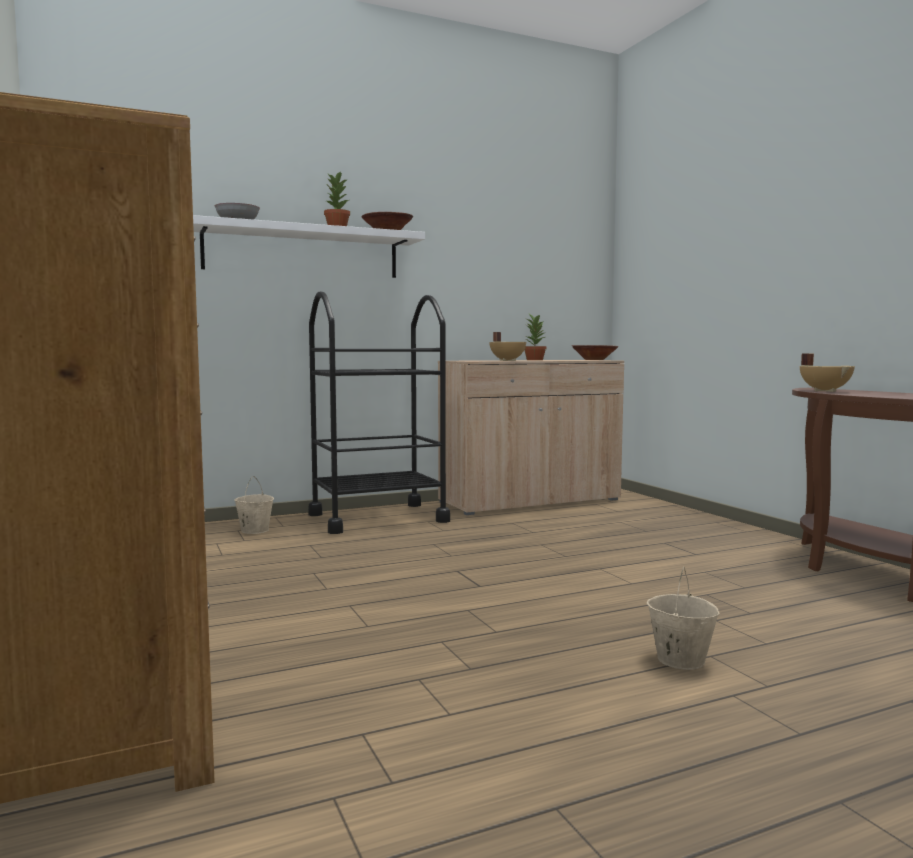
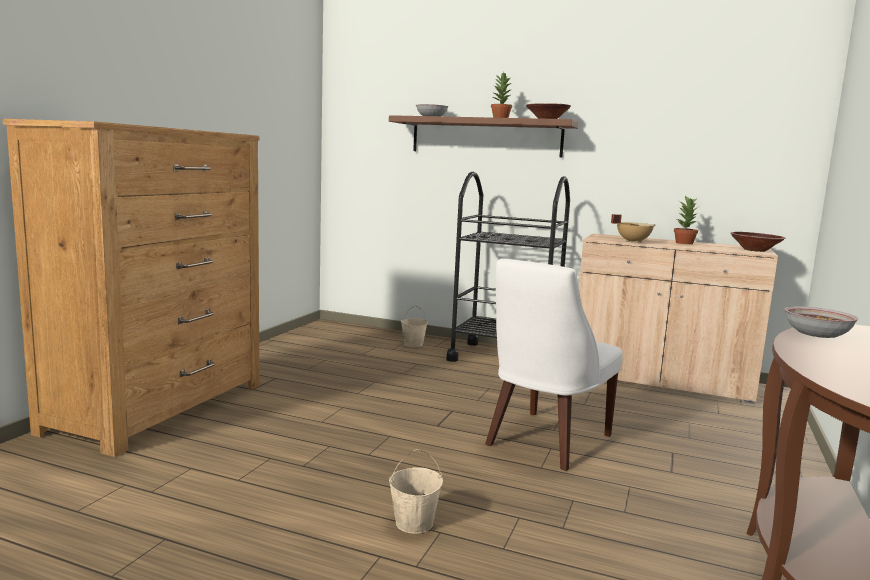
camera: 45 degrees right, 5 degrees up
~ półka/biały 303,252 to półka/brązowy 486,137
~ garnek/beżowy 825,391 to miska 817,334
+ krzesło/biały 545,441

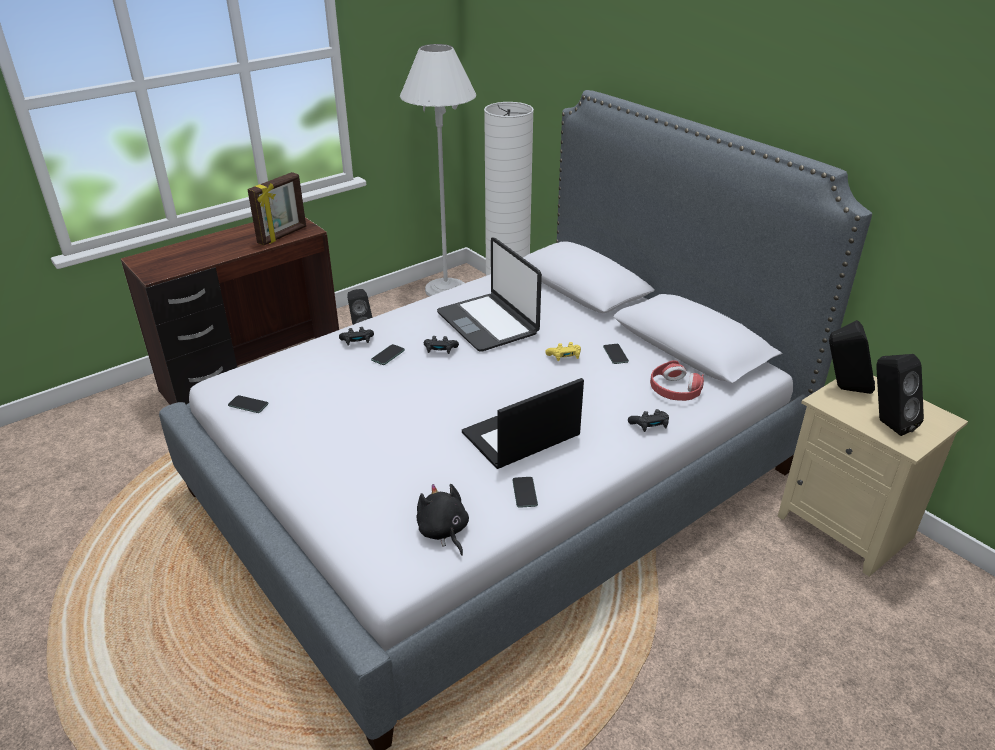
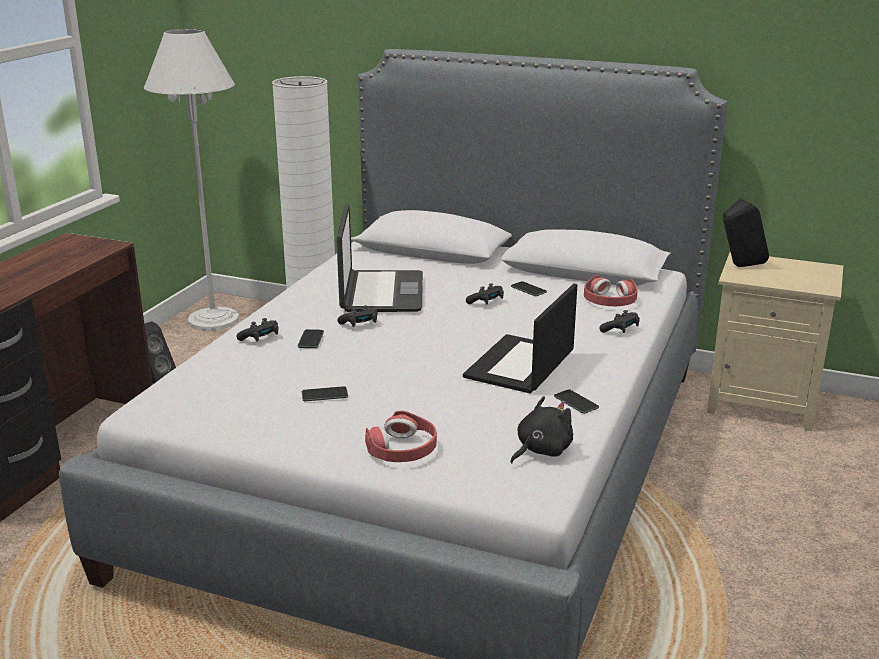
camera: 30 degrees left, 10 degrees down
- ramka na zdjęcie 283,235
~ laptop 488,323 = 381,293 120 degrees counterclockwise
~ pad do gier/żółty 564,357 to pad do gier/czarny 486,302
- głośnik/czarny 886,423
~ telefon 248,405 to 324,395
~ pluszak/czarny 443,532 = 541,450 105 degrees clockwise
+ słuchawki/czerwony 402,449

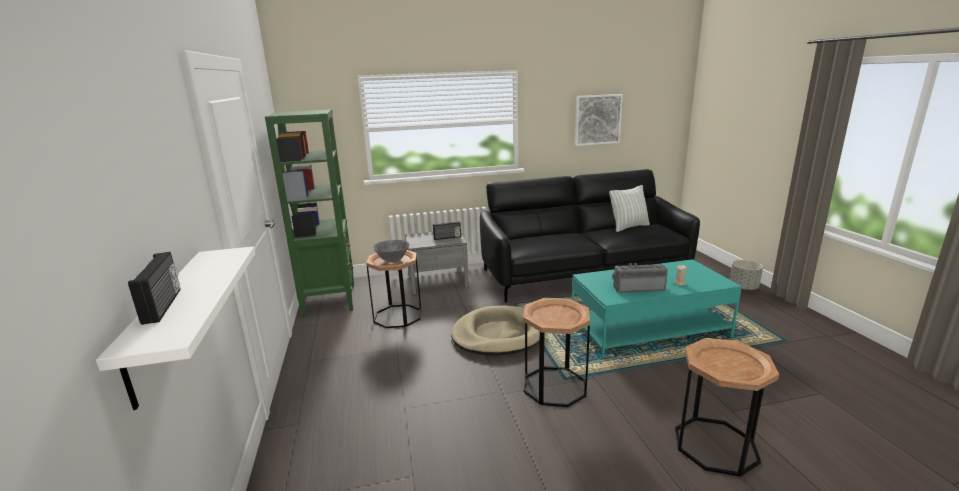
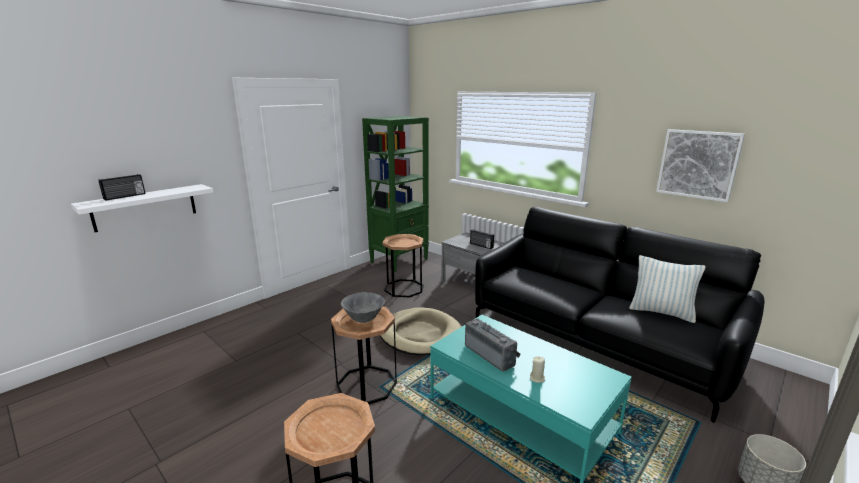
camera: 55 degrees right, 0 degrees up
~ miska/szary 393,261 to 364,319

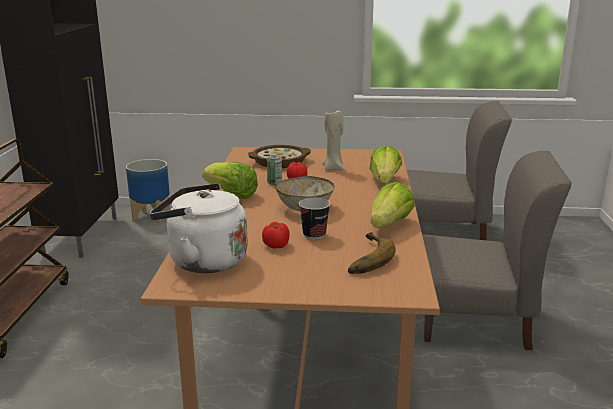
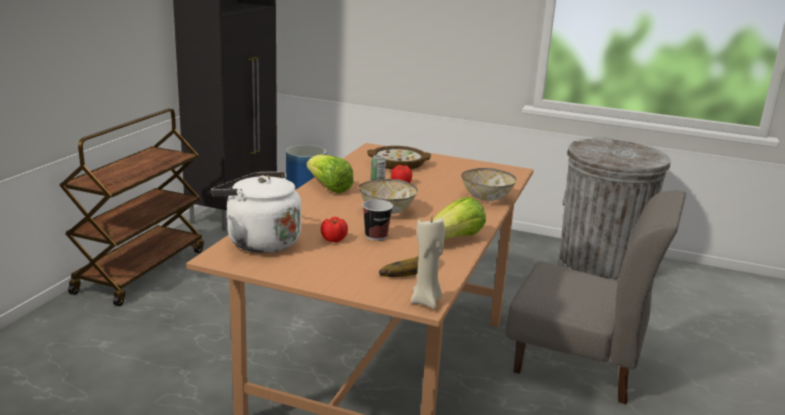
camera: 15 degrees right, 0 degrees up
~ krzesło/szary 443,233 to kosz na śmieci/szary 598,269
~ świeca/beżowy 333,168 to 426,301
~ sałata 384,181 to miska 487,197

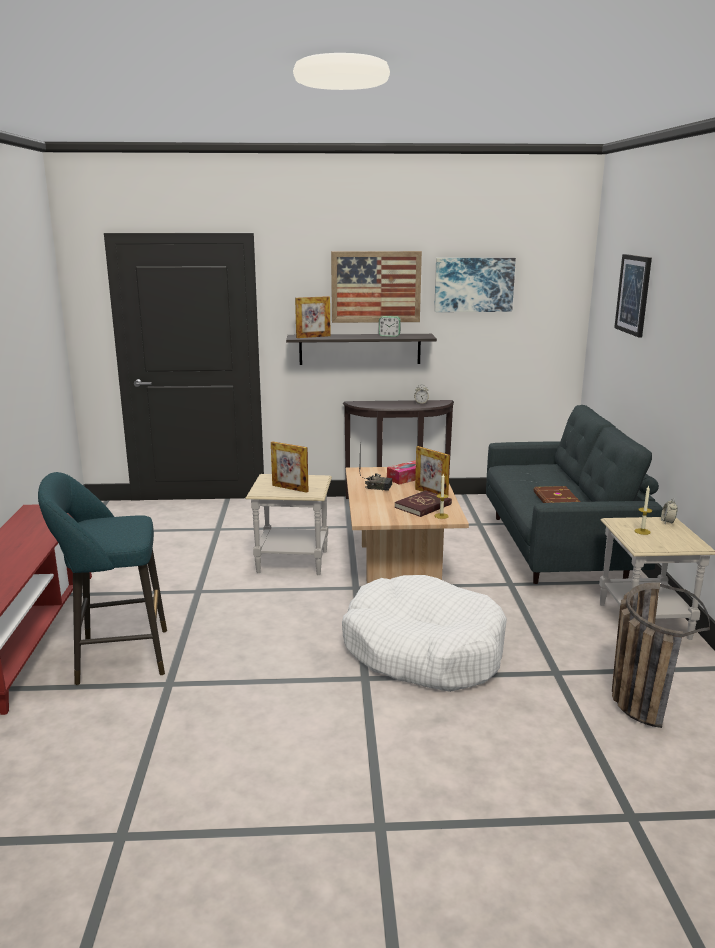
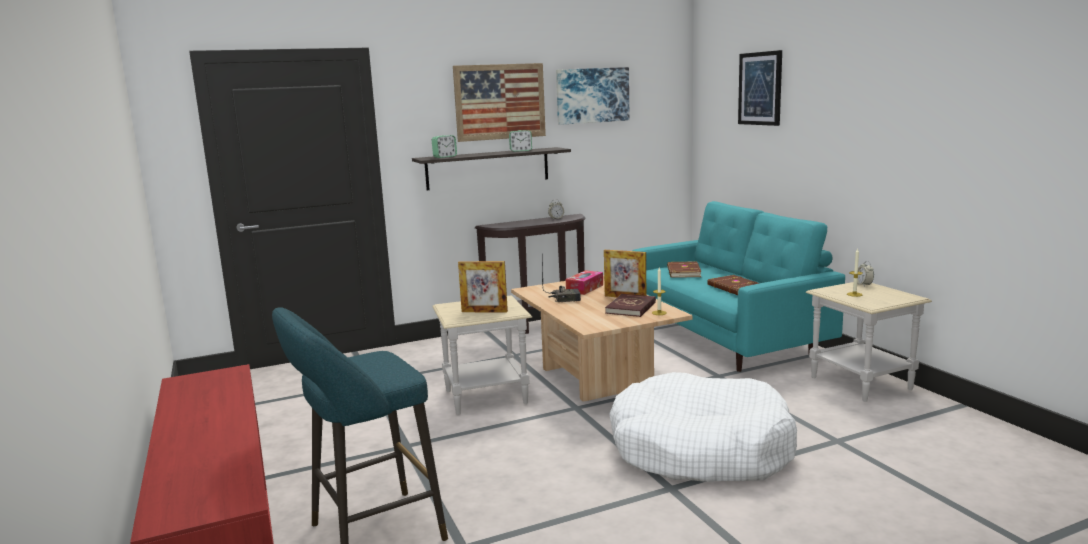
camera: 20 degrees left, 5 degrees down
~ ramka na zdjęcie 313,337 to budzik 445,157
~ kanapa/szary 558,547 to kanapa/turkusowy 727,338
- koszyk 638,695
+ książka/brązowy 683,272

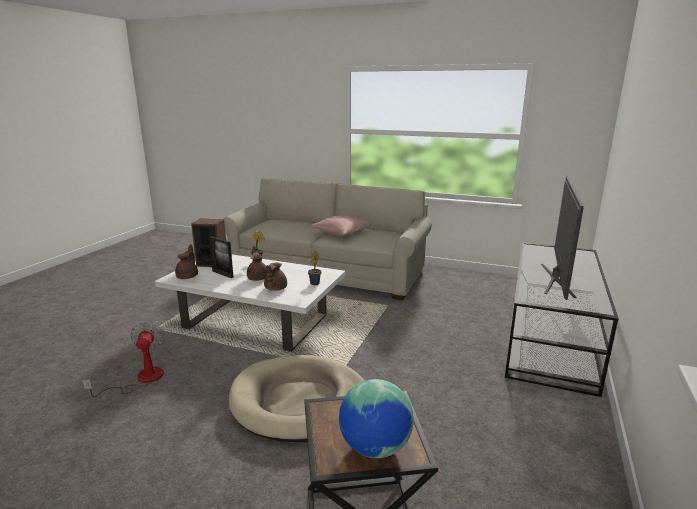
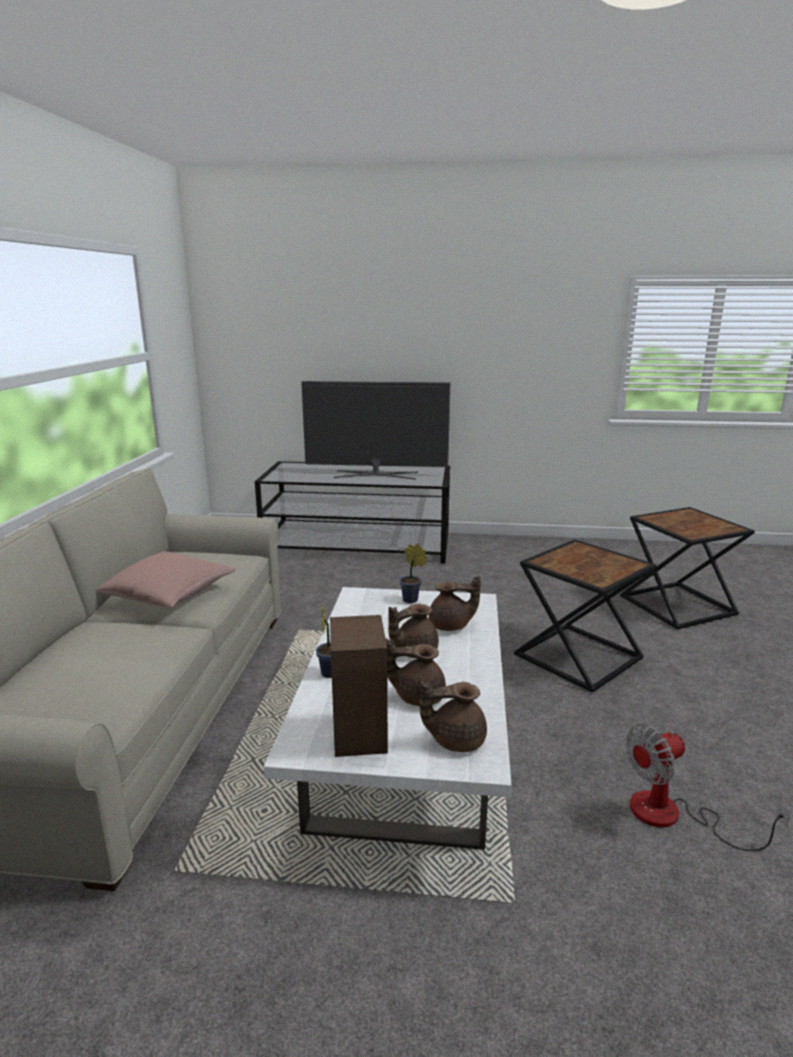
camera: 105 degrees left, 0 degrees up
~ ramka na zdjęcie 222,274 to imbryk/brązowy 417,696
~ legowisko/beżowy 300,402 to stolik/czarny 577,656
- globus 375,448

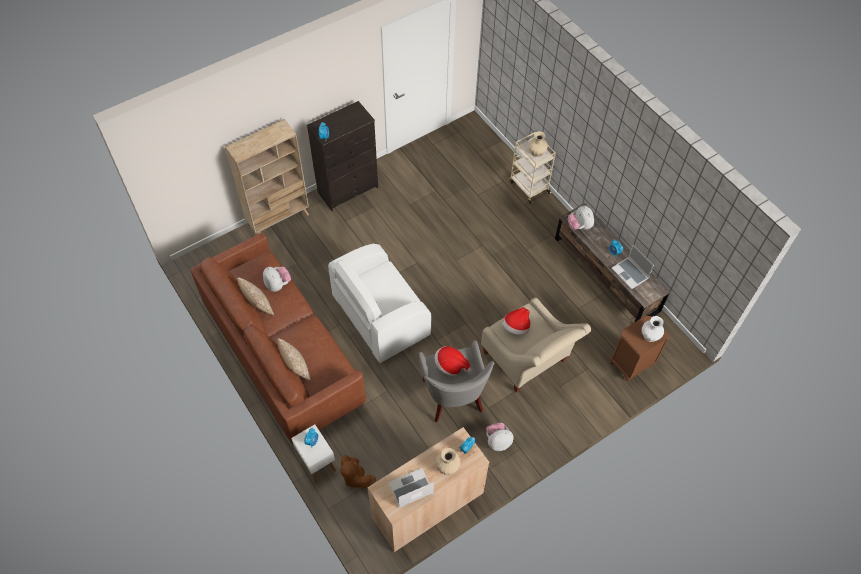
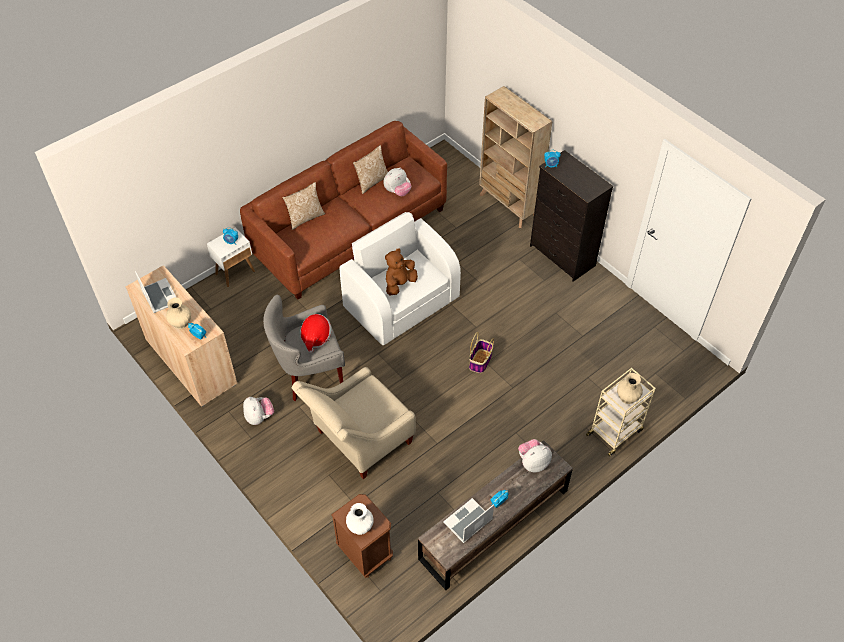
camera: 85 degrees right, 5 degrees down
- kapelusz 516,327
~ pluszak/brązowy 356,477 to 399,284
+ koszyk 480,362

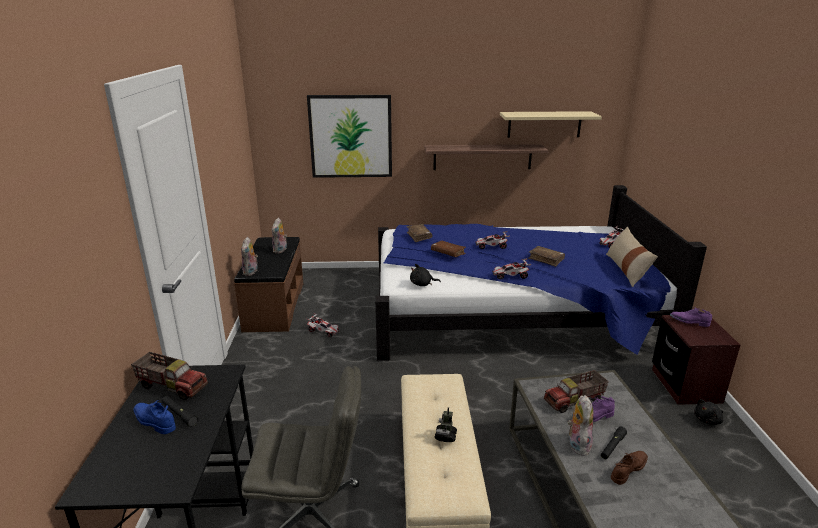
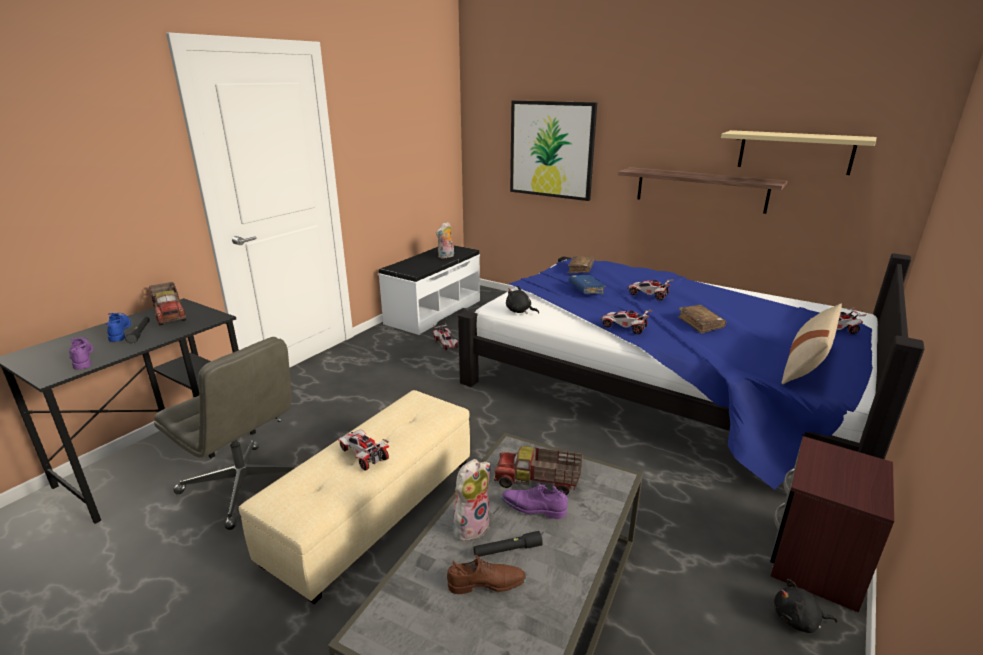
camera: 35 degrees right, 0 degrees up
~ ławka/brązowy 274,306 to ławka/biały 433,312
- pluszak 251,272
~ książka/brązowy 448,253 to książka/niebieski 586,289
~ but/fioletowy 689,322 to 83,358
~ robot zabawkowy 445,436 to samochodzik 363,455

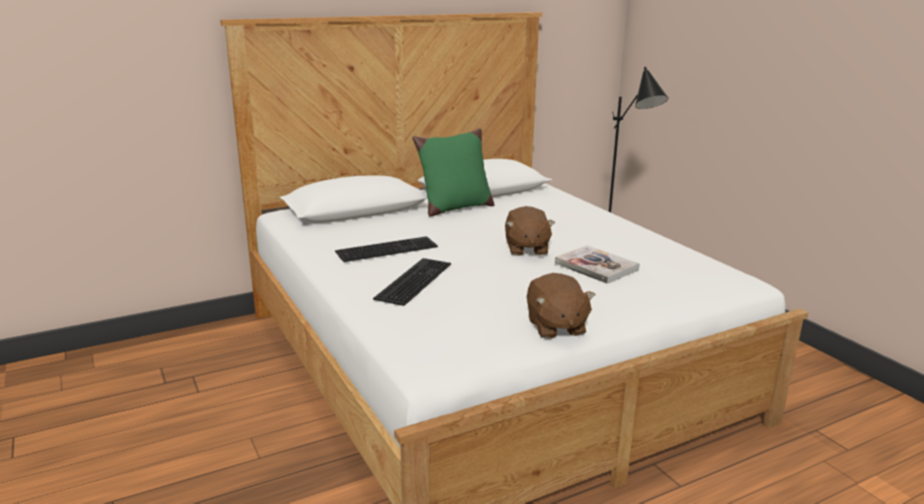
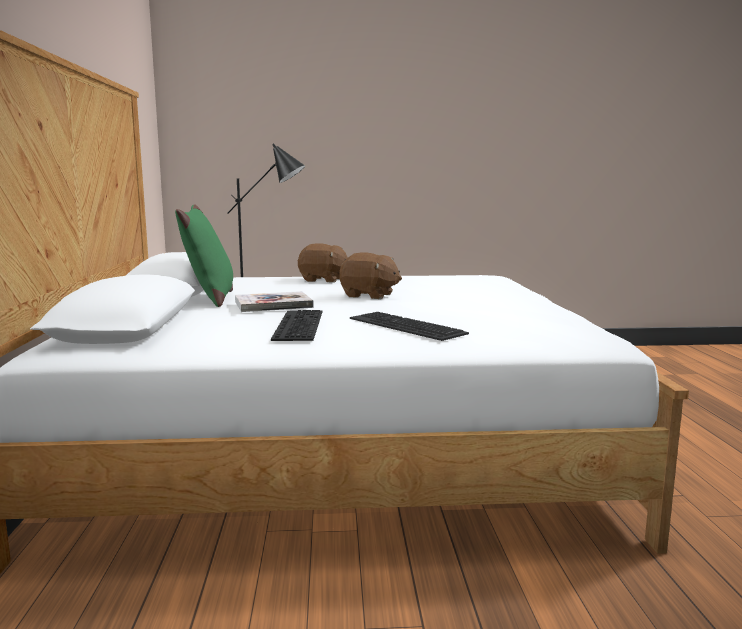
camera: 65 degrees left, 10 degrees down
~ książka 596,266 to 273,304
~ pluszak/brązowy 555,327 to 323,280

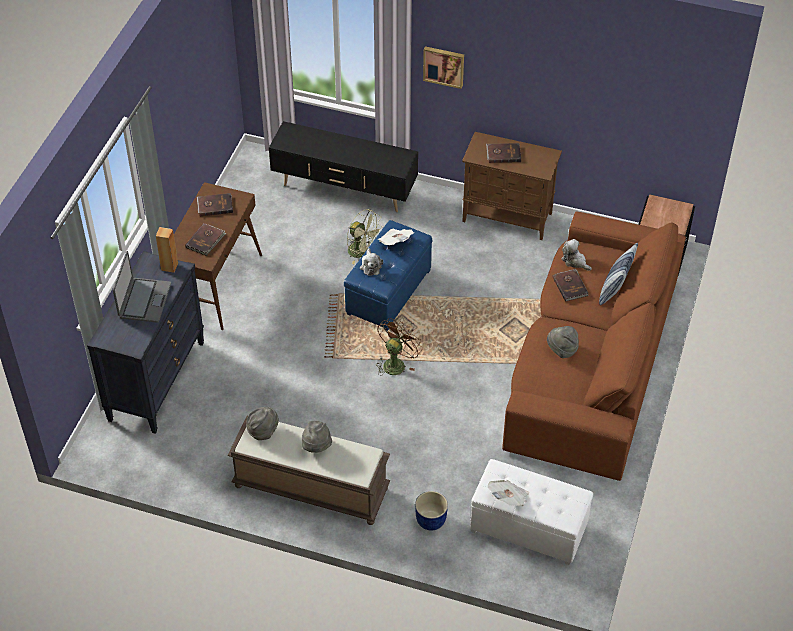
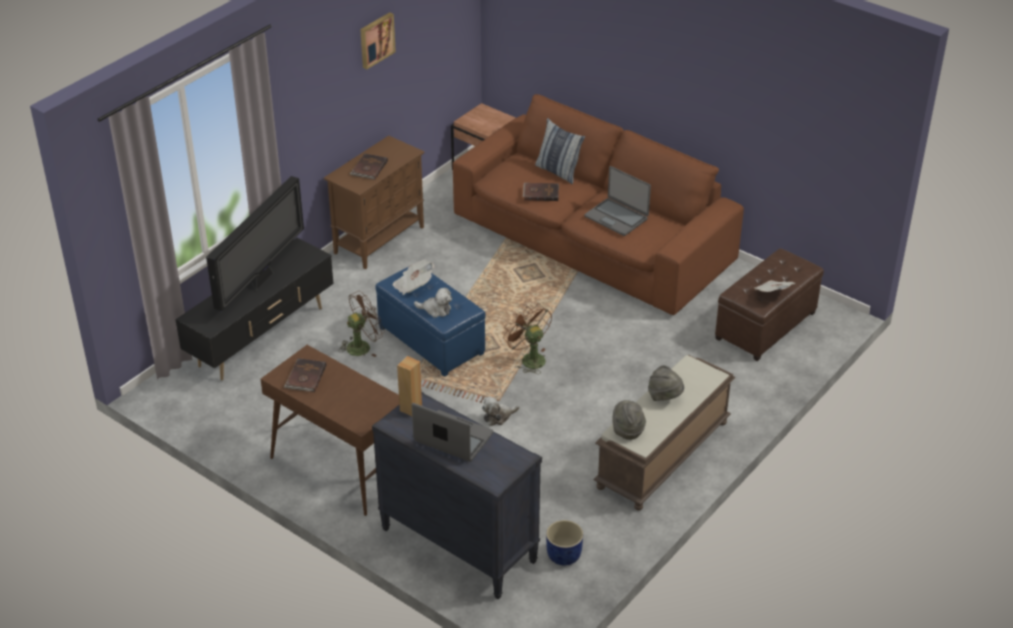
camera: 70 degrees left, 10 degrees down
~ obraz 444,66 to 376,40
~ wentylator/zielony 362,252 to wentylator/brązowy 362,346
- książka/brązowy 206,240
~ pluszak 575,261 to 498,417
~ kapelusz/szary 562,350 to laptop 616,217
~ pufa/biały 528,528 to pufa/brązowy 766,326
~ donica/niebieski 430,520 to 564,556
+ telewizor 262,279

